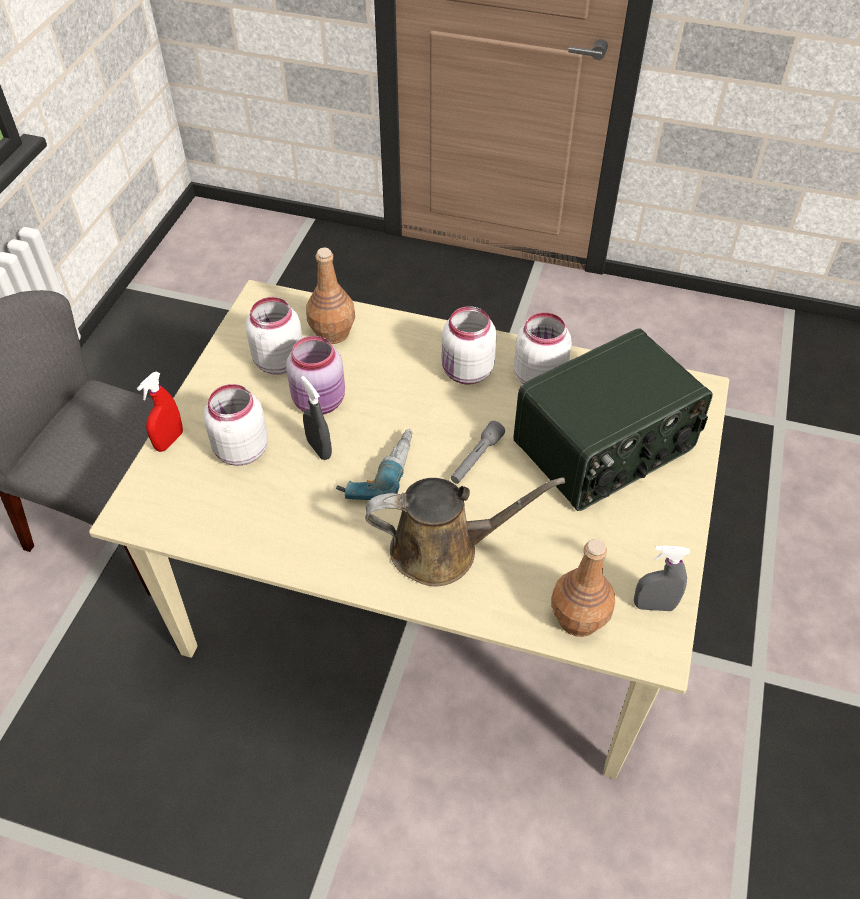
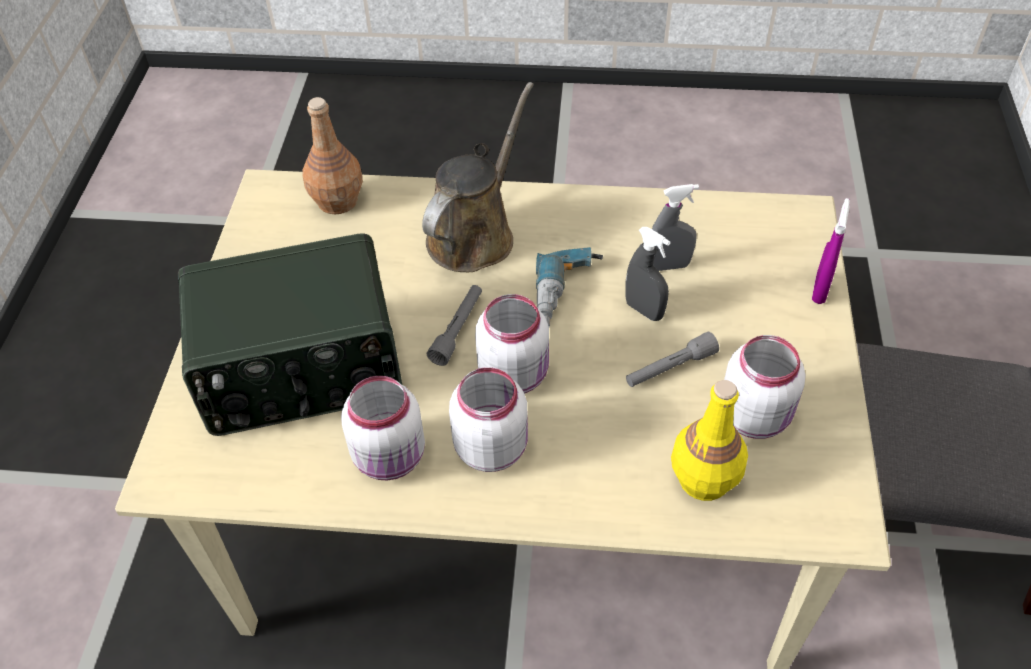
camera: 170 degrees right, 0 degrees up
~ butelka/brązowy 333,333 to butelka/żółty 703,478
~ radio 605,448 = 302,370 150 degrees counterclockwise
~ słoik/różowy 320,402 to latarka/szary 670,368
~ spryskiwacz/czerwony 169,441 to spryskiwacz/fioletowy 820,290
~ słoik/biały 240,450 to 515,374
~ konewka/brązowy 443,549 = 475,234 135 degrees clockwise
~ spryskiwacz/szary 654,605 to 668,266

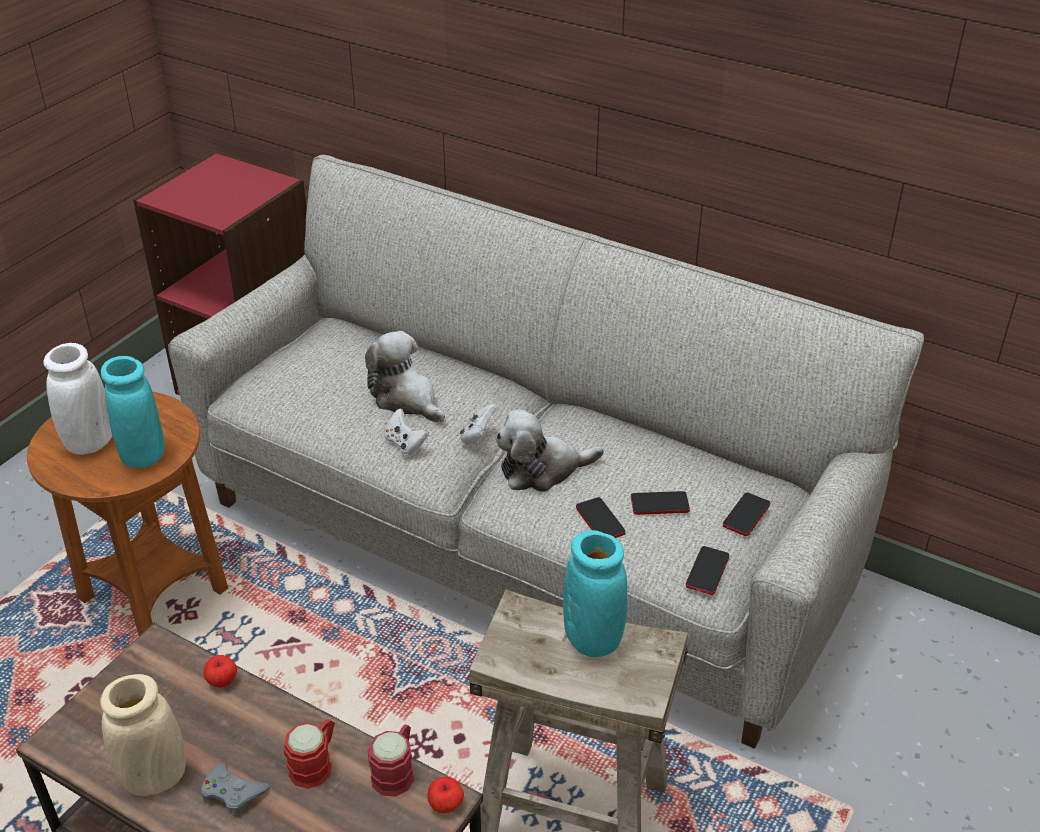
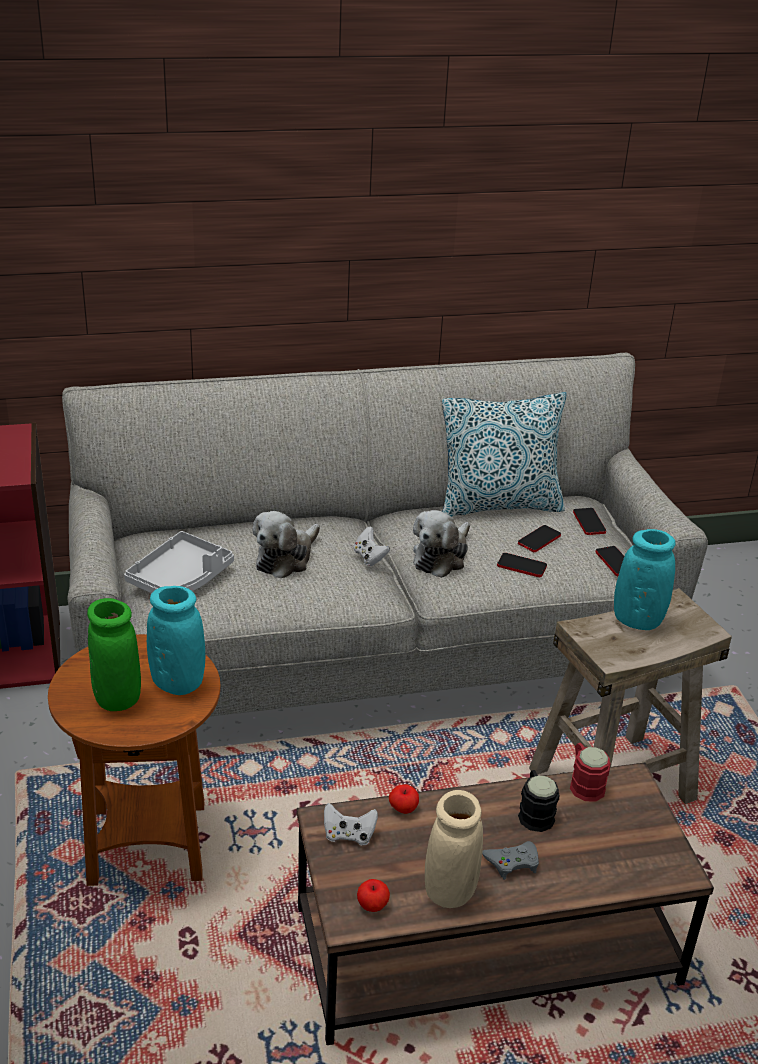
camera: 45 degrees left, 5 degrees down
~ pluszak 406,399 = 286,558 60 degrees counterclockwise
~ wazon/biały 90,442 to wazon/zielony 117,698
~ pad do gier/biały 405,444 to 349,835
~ kubek/czerwony 316,763 to kubek/czarny 534,812
~ jabłko 446,805 to 372,905
+ poduszka 499,505
+ taca/szary 181,578

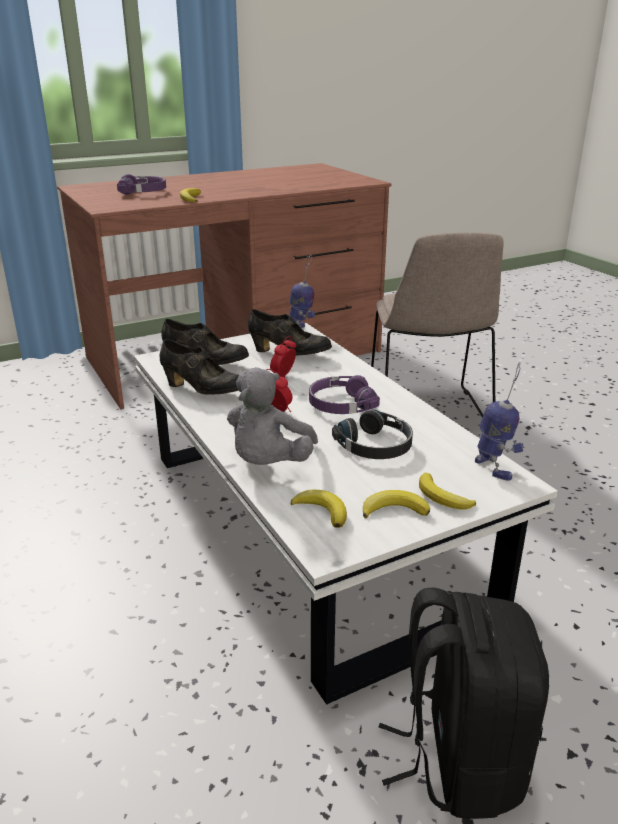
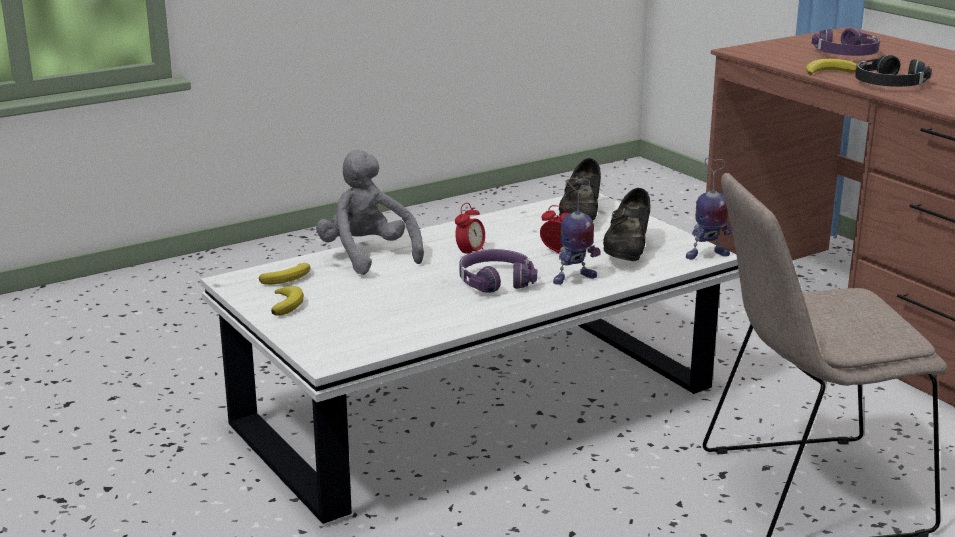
camera: 85 degrees right, 5 degrees down
- but/czarny 202,391
~ robot zabawkowy 493,468 to 573,279
~ pluszak/szary 269,463 = 367,256 45 degrees clockwise
~ słuchawki/czarny 375,446 to 888,84
- banan 442,497
- plecak/czarny 459,758

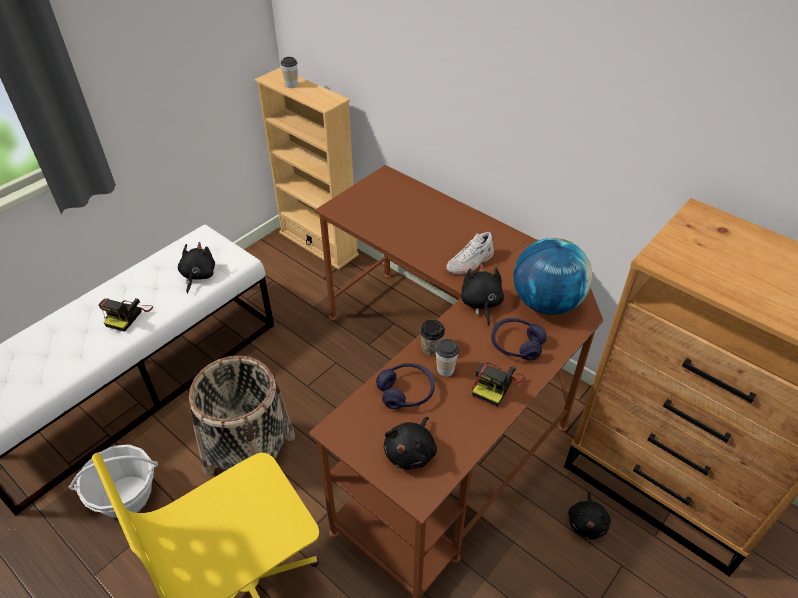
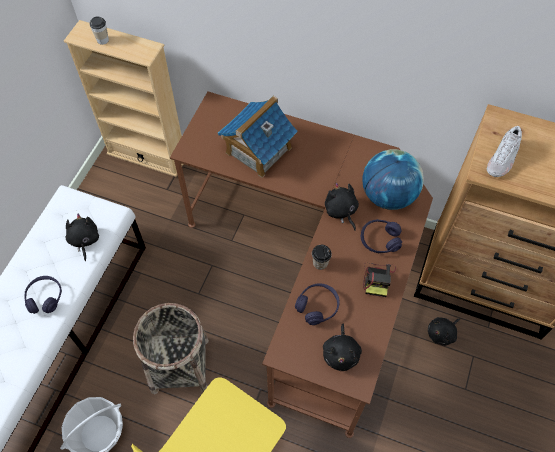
camera: 20 degrees left, 15 degrees up
~ but/biały 470,262 to 502,159
~ aparat fotograficzny 128,315 to słuchawki/fioletowy 45,297
- filiżanka 445,369
~ pluszak/czarny 587,523 = 442,333 60 degrees clockwise
+ domek 258,150

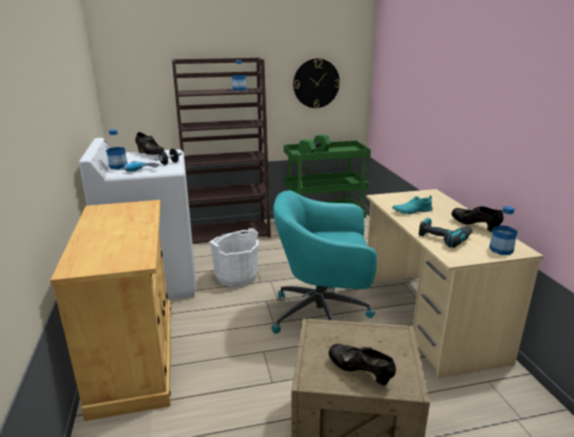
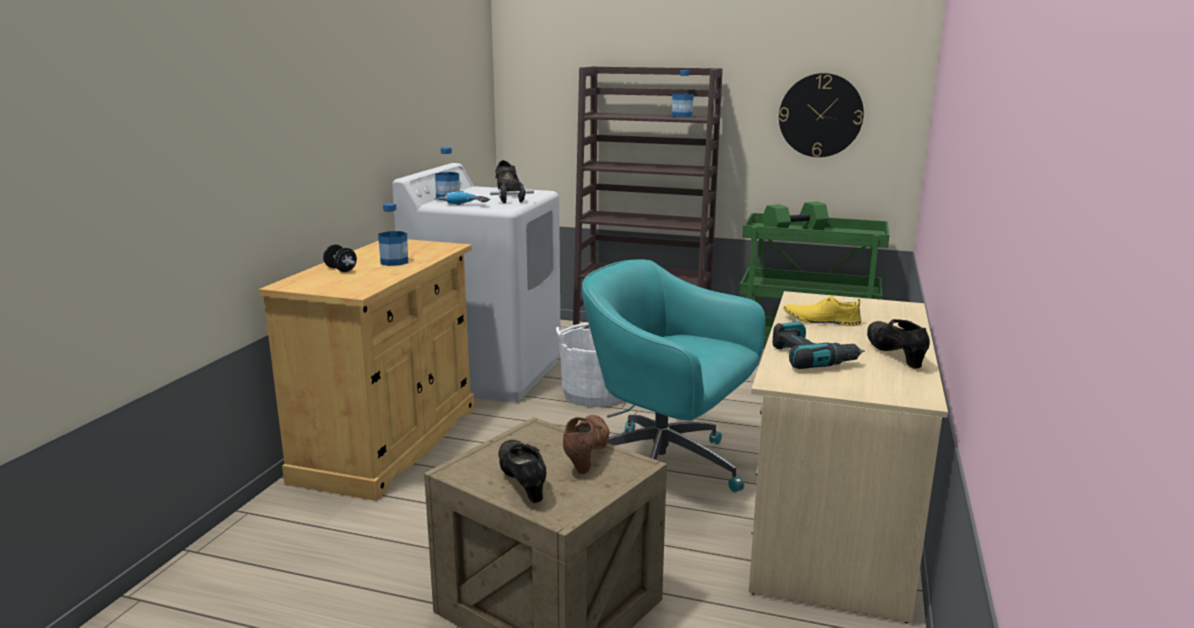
camera: 30 degrees right, 5 degrees down
~ but/turkusowy 412,211 to but/żółty 821,320
~ butelka 501,250 to 394,262
+ hantel/czarny 341,270
+ but/brązowy 586,456

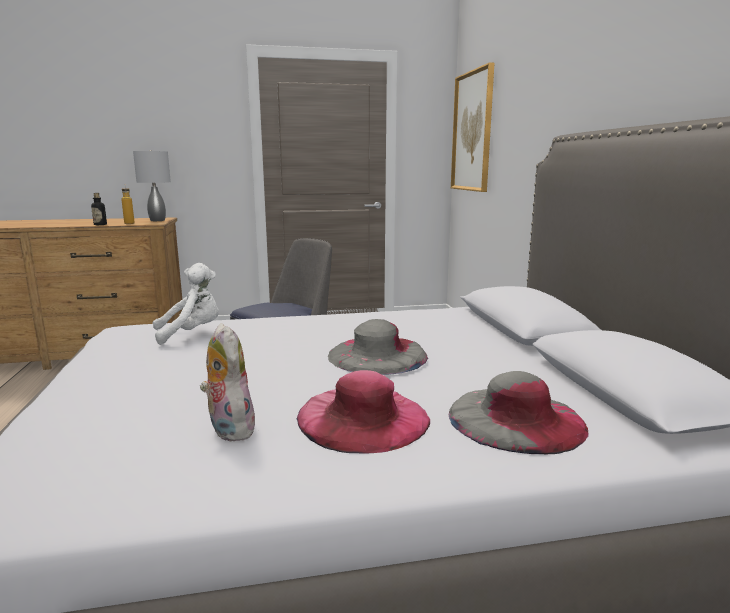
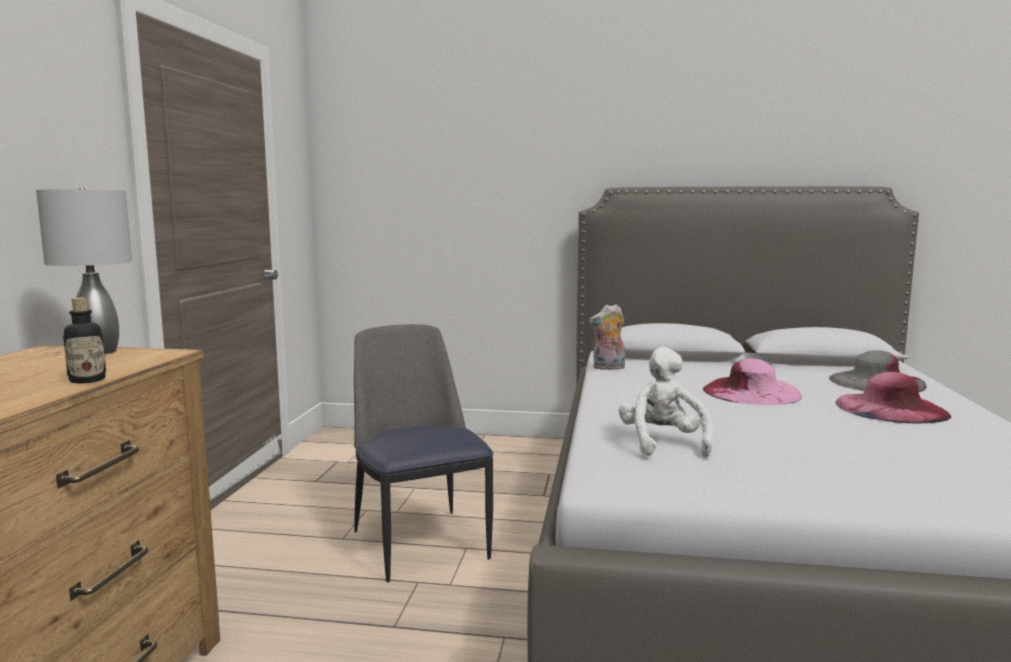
camera: 70 degrees left, 5 degrees down
- obraz 472,132
- butelka 129,223
~ kapelusz/szary 377,355 to kapelusz/różowy 751,392
~ pluszak 228,429 to 608,368

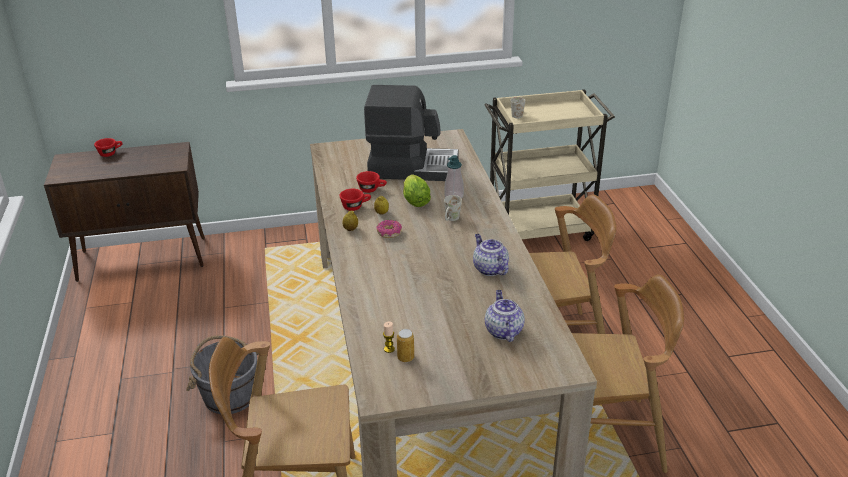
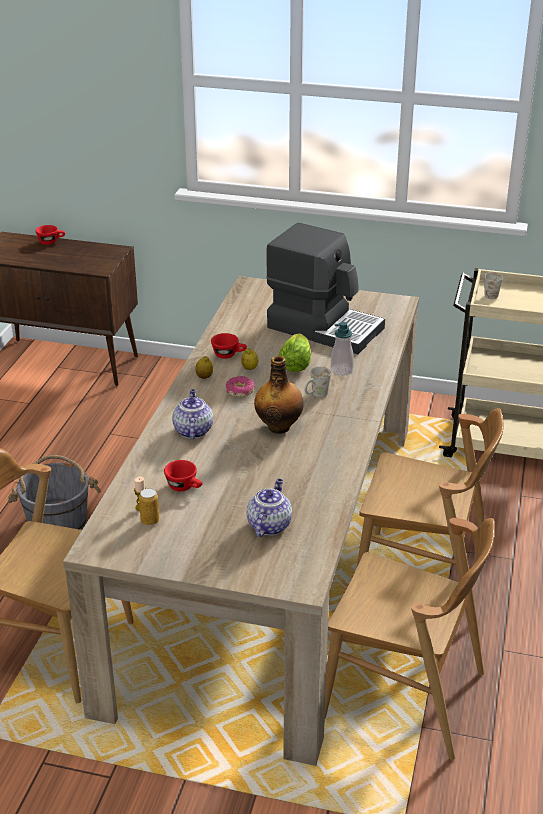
camera: 25 degrees right, 0 degrees up
~ filiżanka/czerwony 372,189 to 185,487
~ imbryk 489,269 to 192,430
+ butelka 279,426

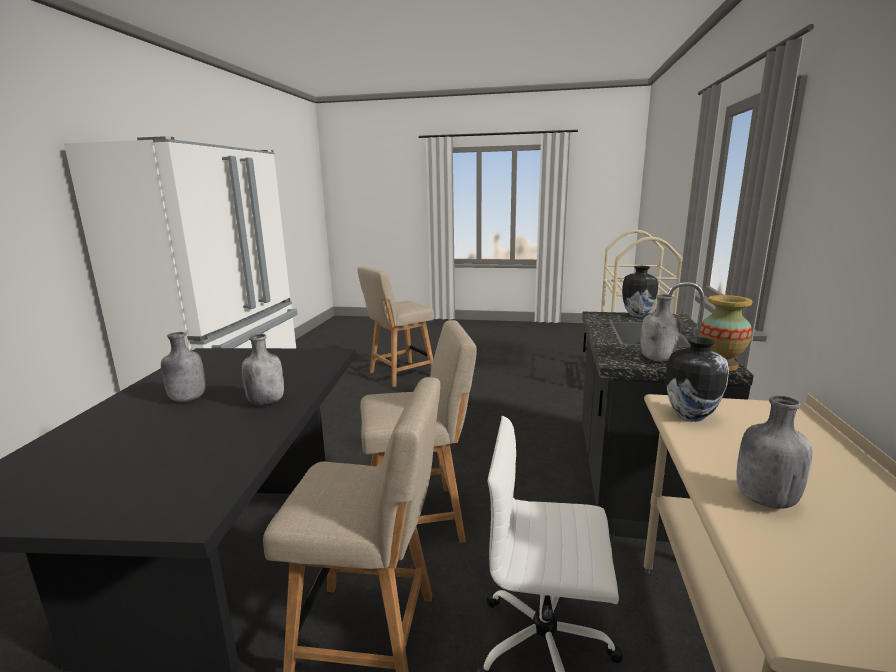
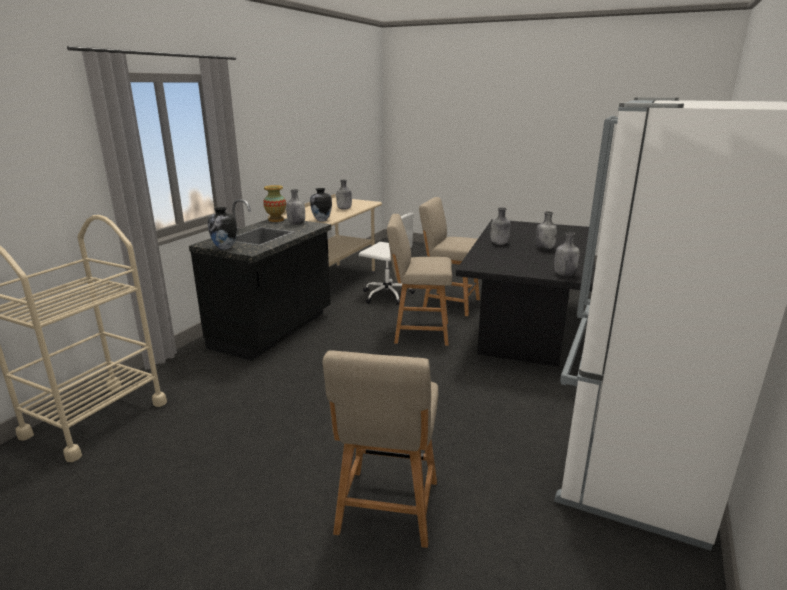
camera: 165 degrees left, 5 degrees up
~ krzesło/beżowy 399,374 = 387,511 120 degrees clockwise
+ butelka/szary 564,274

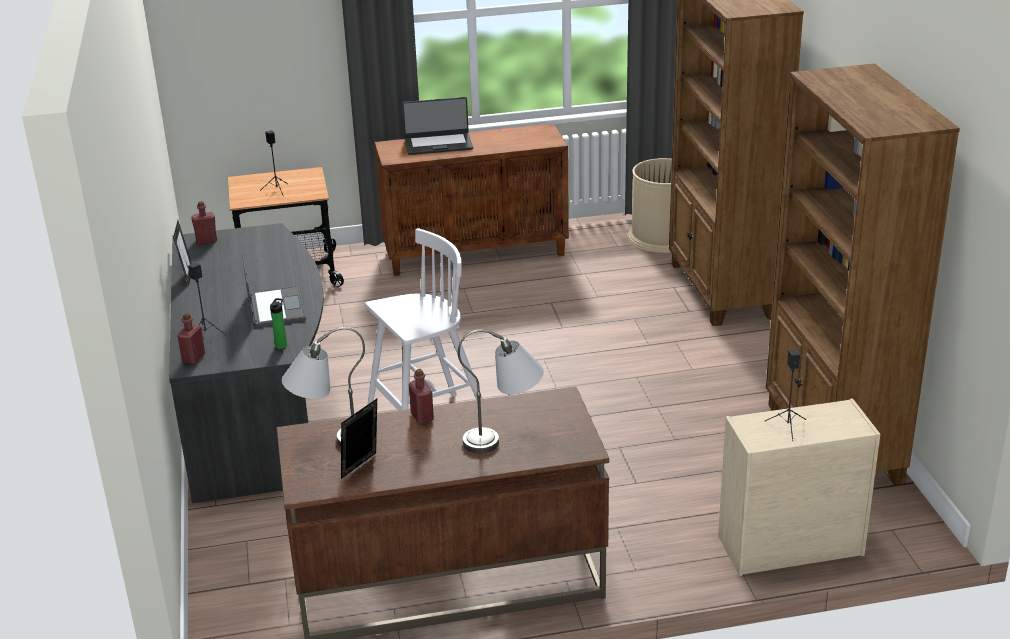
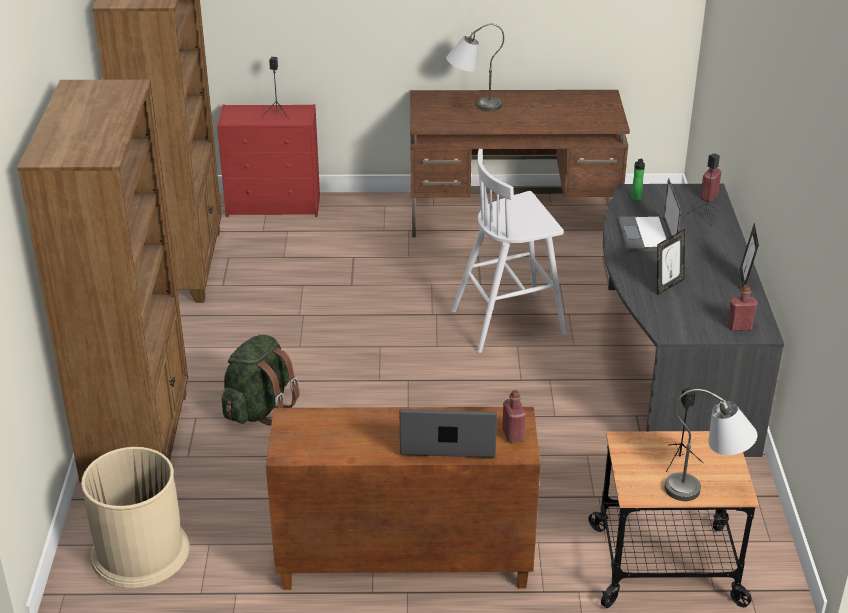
camera: 170 degrees left, 5 degrees up
~ lampa stołowa/szary 330,441 to 707,490
~ butelka/czerwony 422,417 to 513,435
~ komoda/beżowy 788,546 to komoda/czerwony 275,205
~ ramka na zdjęcie 362,467 to 668,285
+ plecak/zielony 259,409

